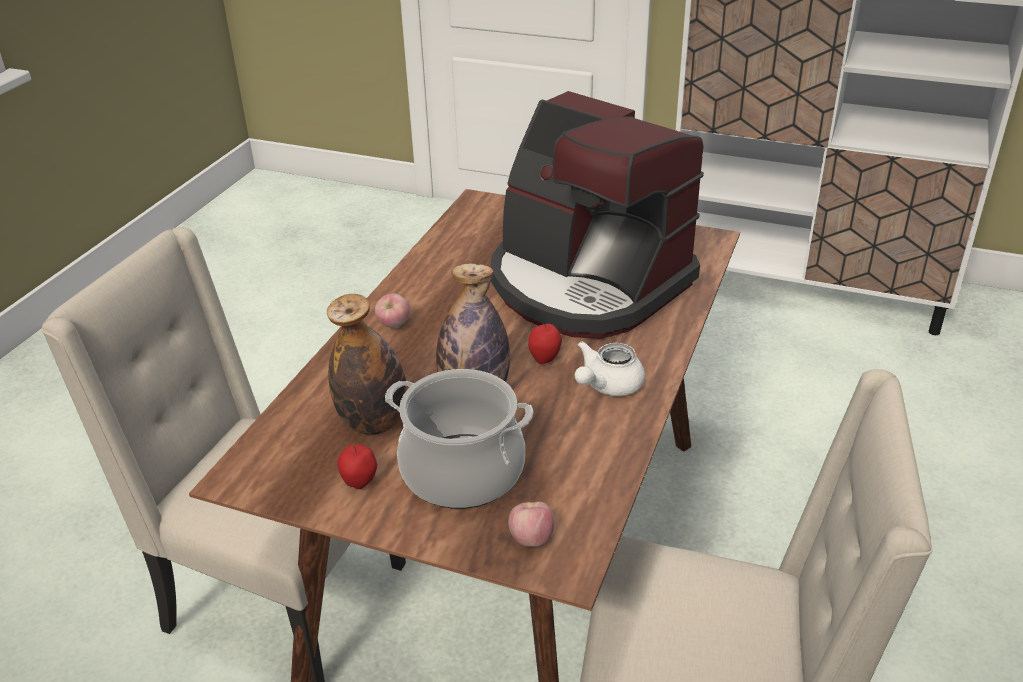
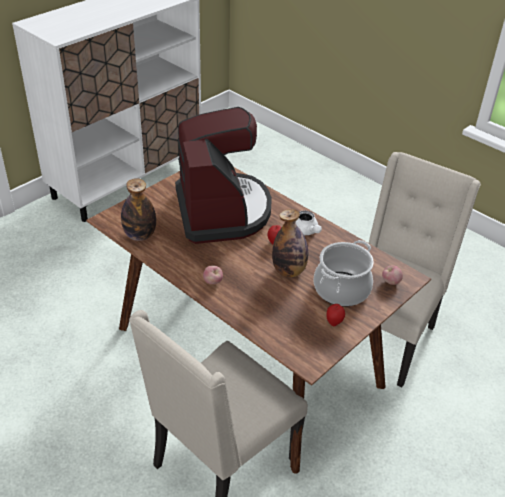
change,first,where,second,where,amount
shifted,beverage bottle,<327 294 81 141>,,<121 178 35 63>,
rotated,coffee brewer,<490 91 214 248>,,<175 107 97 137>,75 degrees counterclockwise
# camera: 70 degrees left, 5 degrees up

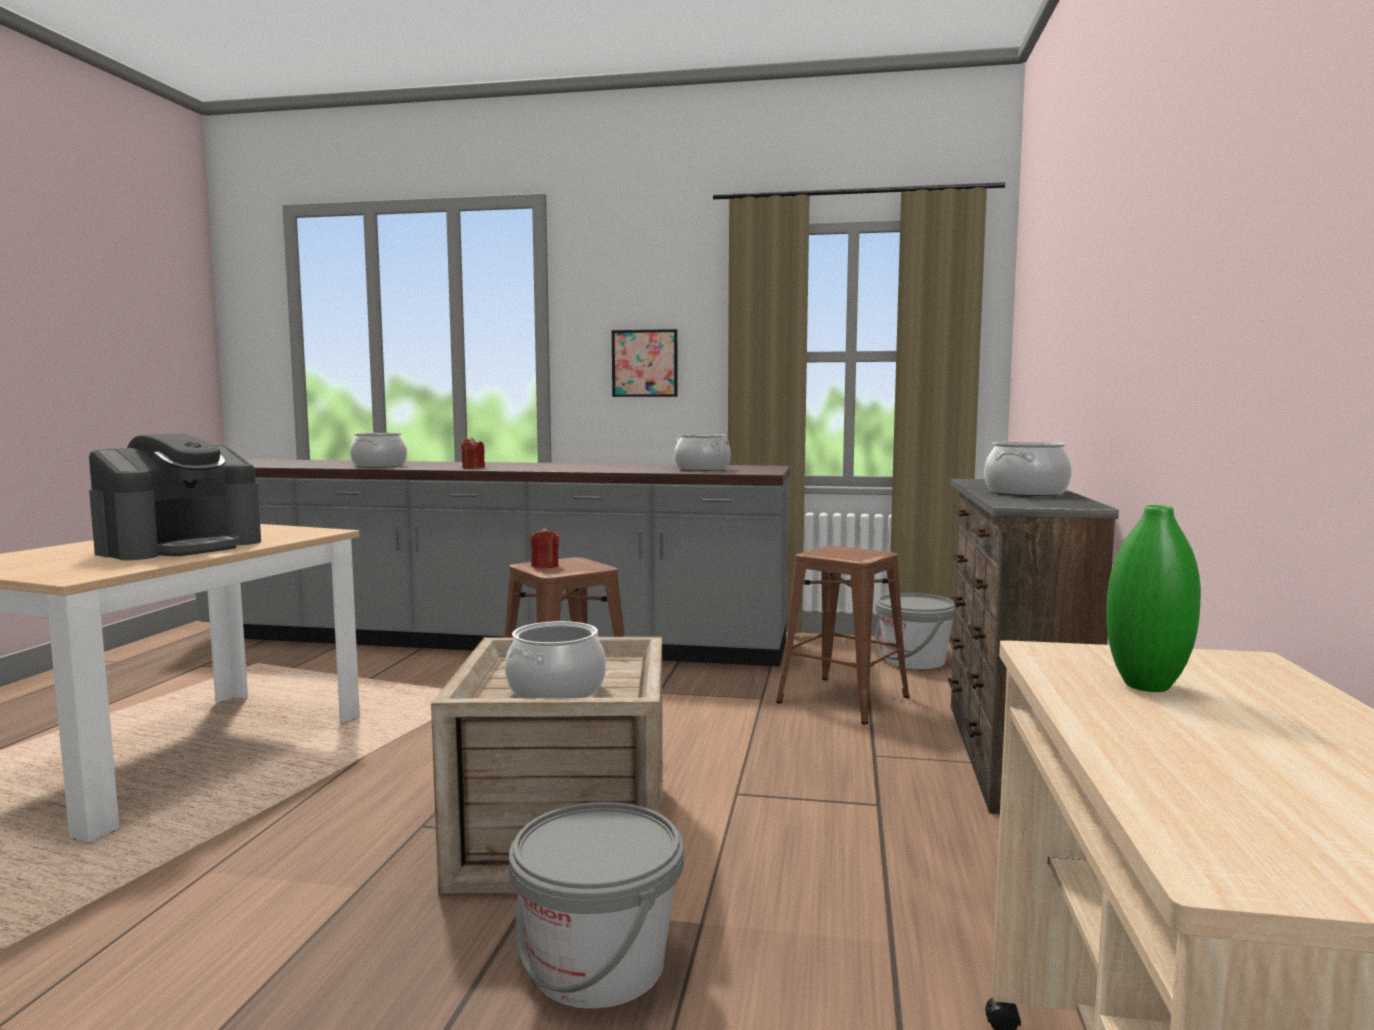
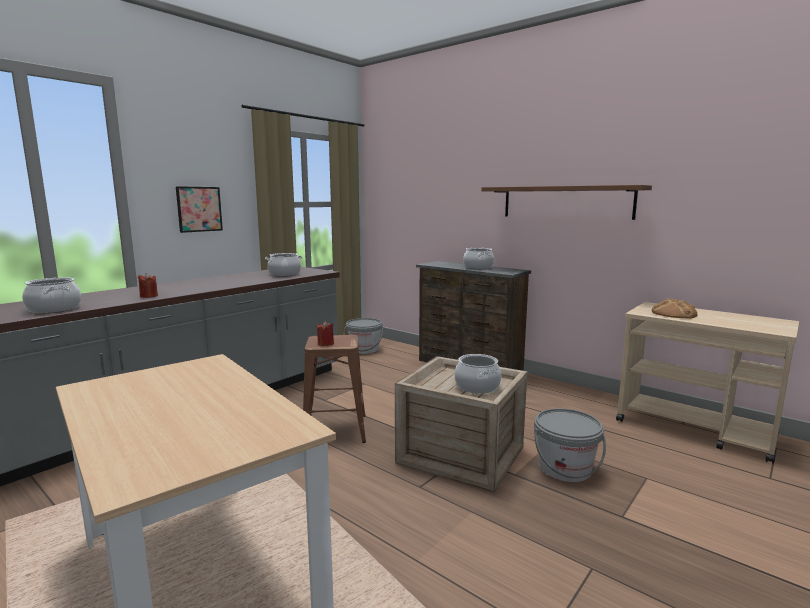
change,first,where,second,where,amount
new,,,brown shelf,<481 185 171 35>,
swapped,green vase,<1106 505 95 187>,baked bread,<651 298 47 21>,
gone,coffee brewer,<89 433 172 127>,,,
gone,brown sitting stool,<776 546 133 178>,,,
# camera: 60 degrees left, 5 degrees up

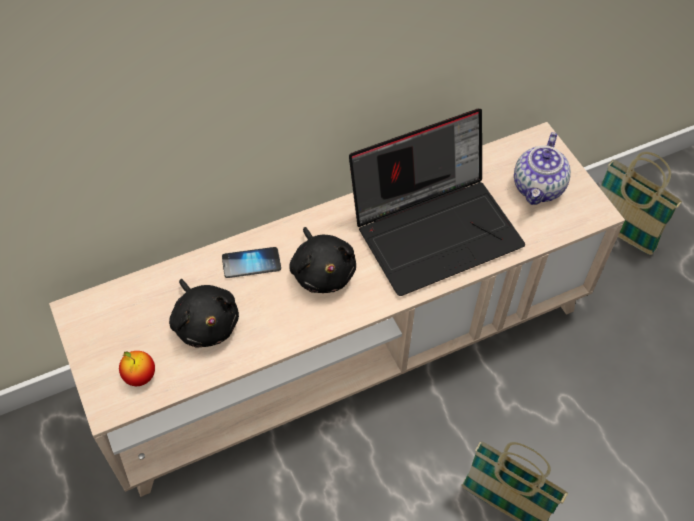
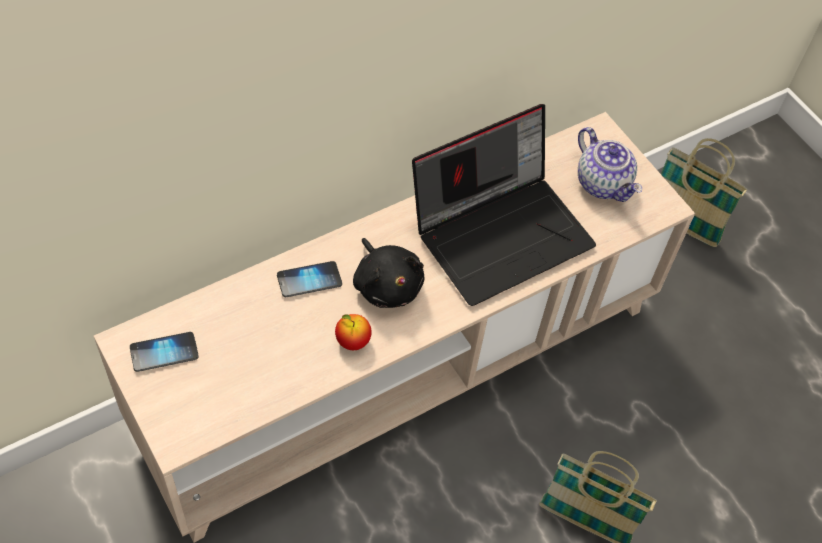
change,first,where,second,where,amount
new,,,telephone,<130 332 69 40>,
shifted,apple fruit,<119 351 36 35>,,<335 314 37 36>,
rotated,teapot,<514 132 57 73>,,<578 127 64 75>,45 degrees counterclockwise
gone,black cuddly toy,<169 279 70 69>,,,
# camera: 10 degrees left, 0 degrees up

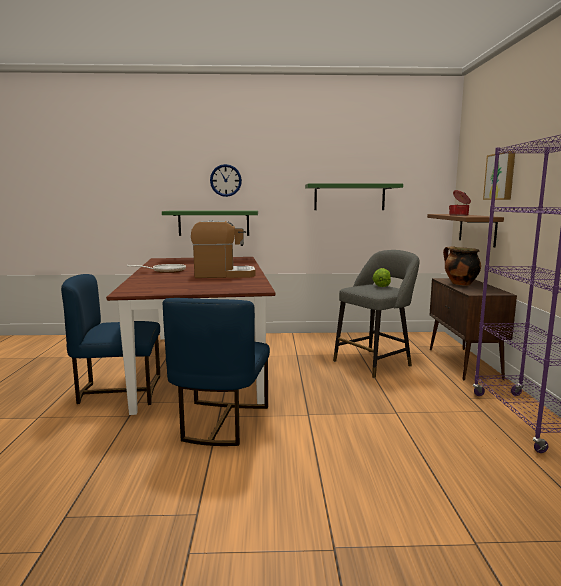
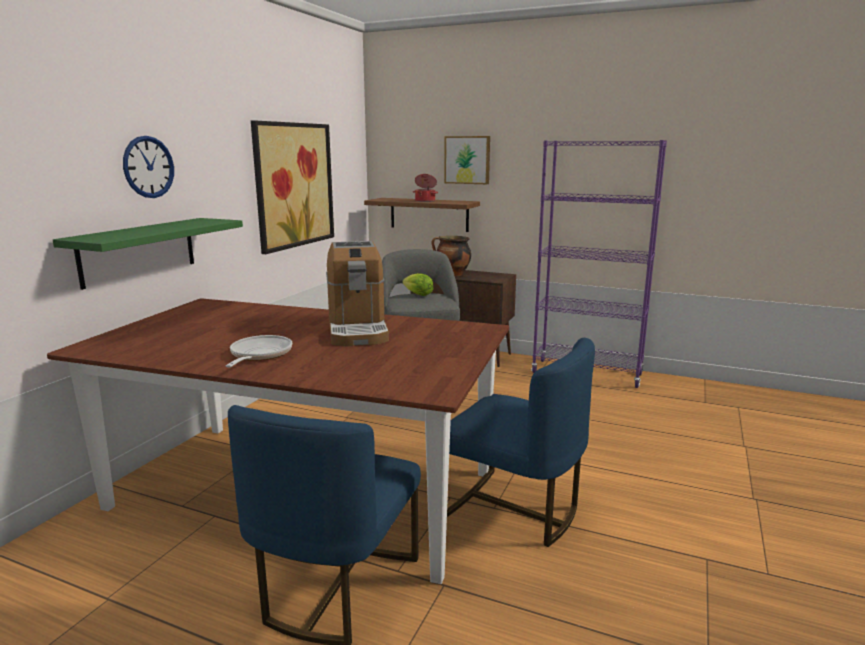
change,first,where,second,where,amount
swapped,green shelf,<305 184 98 26>,wall picture,<251 120 83 134>,
rotated,coffee brewer,<191 220 64 58>,,<326 241 63 106>,150 degrees clockwise
# camera: 65 degrees left, 5 degrees up

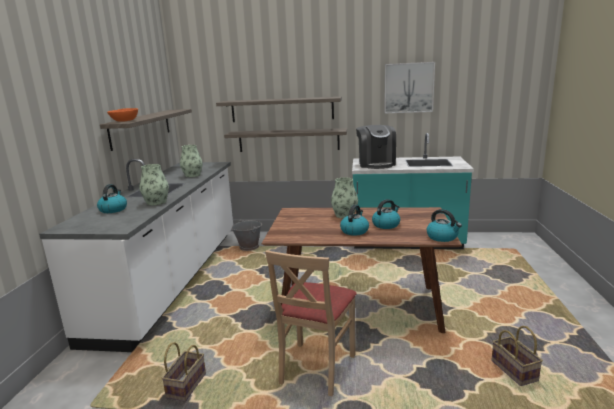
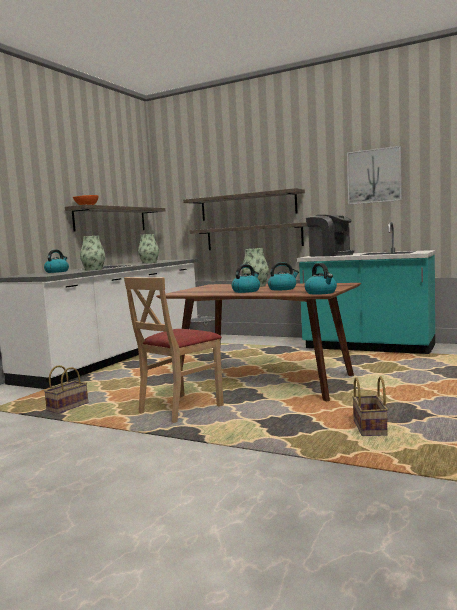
change,first,where,second,where,amount
rotated,coffee brewer,<356 125 40 44>,,<306 214 48 43>,60 degrees counterclockwise
# camera: 20 degrees right, 10 degrees down

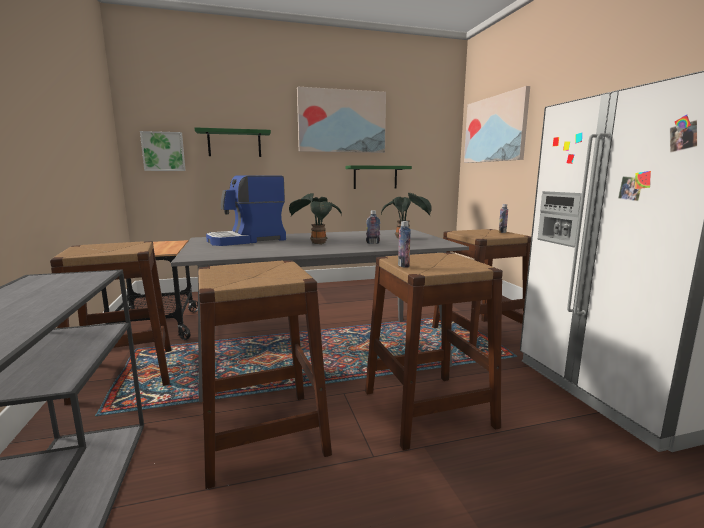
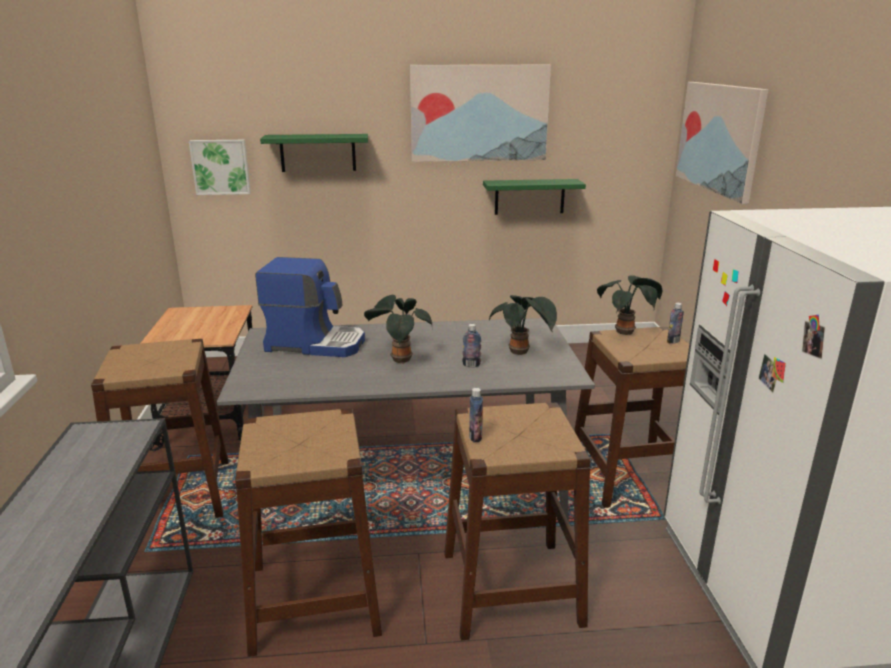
change,first,where,second,where,amount
rotated,coffee brewer,<206 175 80 71>,,<255 257 110 100>,150 degrees counterclockwise
new,,,houseplant,<597 275 66 60>,
# camera: 10 degrees right, 10 degrees up

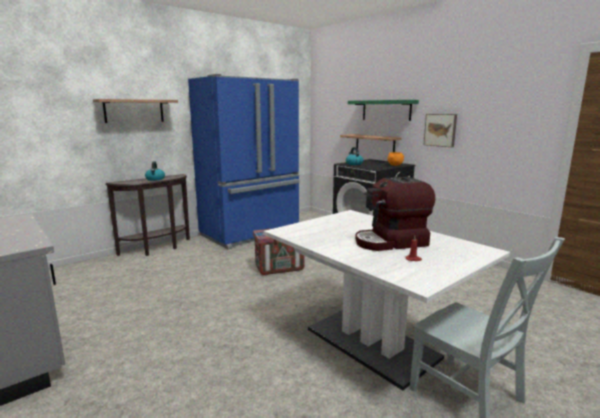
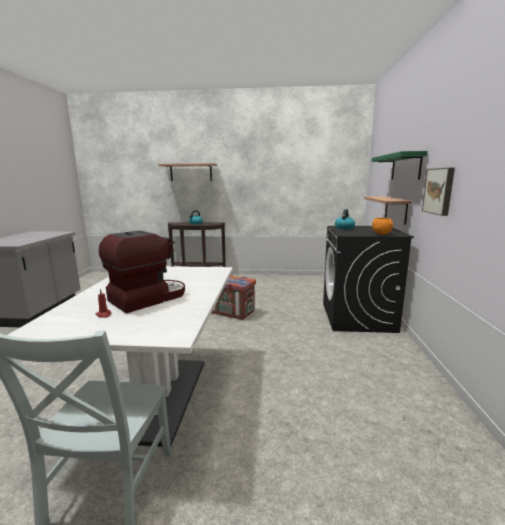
change,first,where,second,where,amount
rotated,coffee brewer,<355 177 80 74>,,<99 231 86 82>,105 degrees clockwise
gone,blue-coloured refrigerator,<188 74 111 175>,,,
# camera: 45 degrees right, 0 degrees up

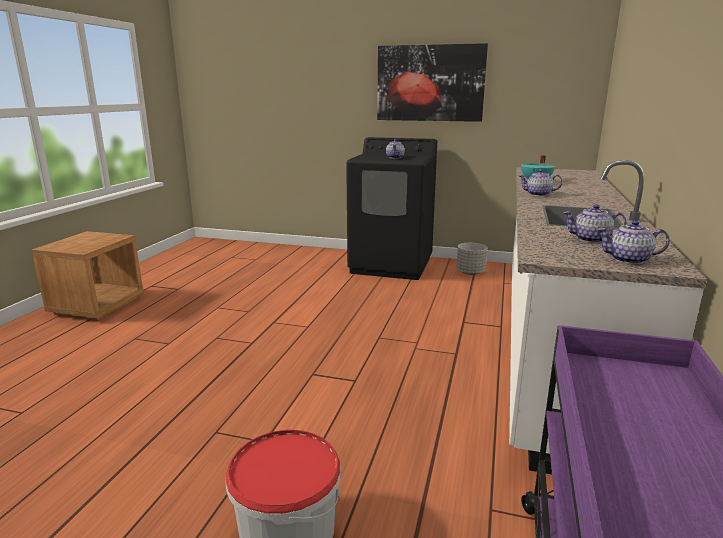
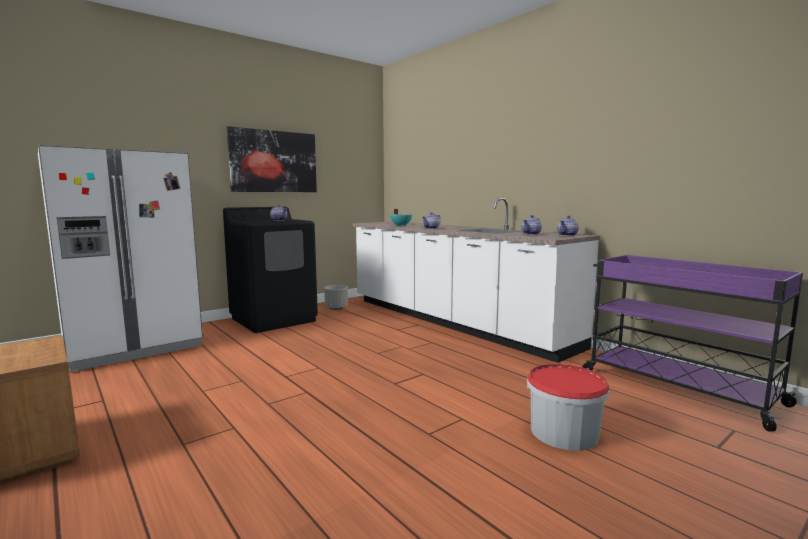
change,first,where,second,where,amount
new,,,whitish refrigerator,<38 145 165 227>,
# camera: 55 degrees left, 10 degrees down

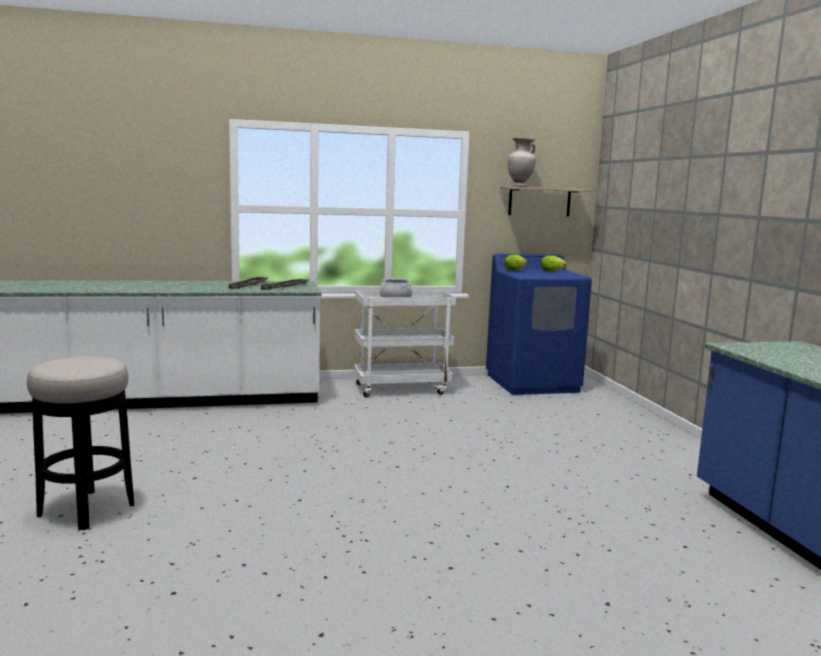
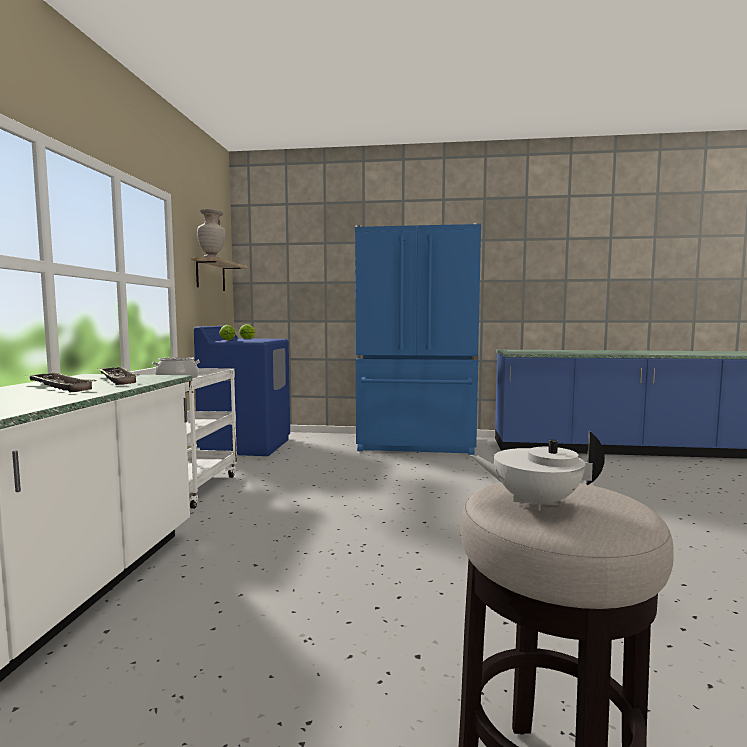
change,first,where,second,where,amount
new,,,blue-coloured refrigerator,<355 222 126 233>,
new,,,whitish teapot,<469 431 136 80>,
# camera: 70 degrees left, 5 degrees down

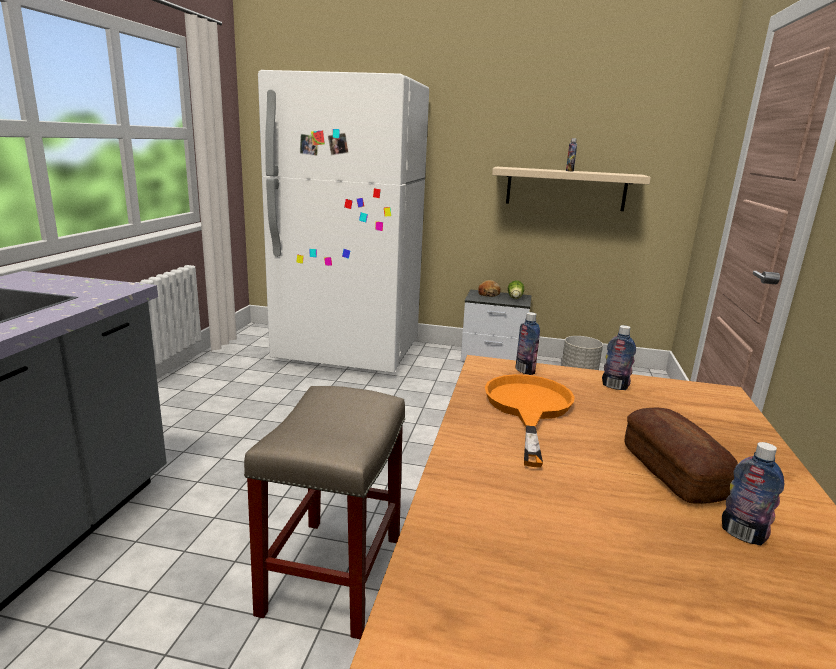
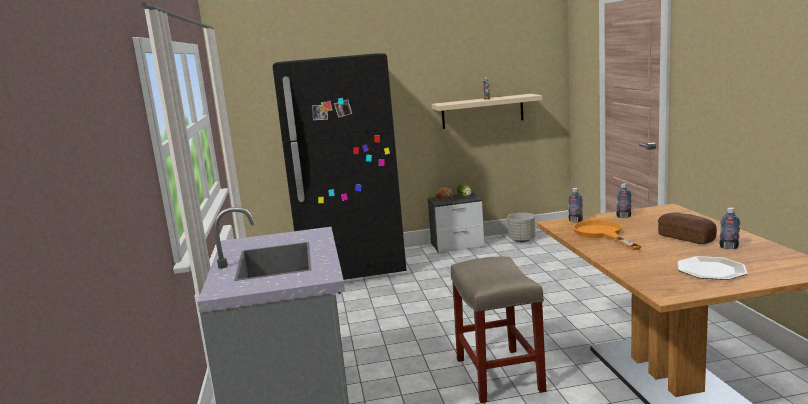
change,first,where,second,where,amount
repainted,whitish refrigerator,<258 70 171 303>,black refrigerator,<273 53 133 227>,
new,,,flat dish,<677 256 71 24>,
# camera: 20 degrees left, 5 degrees down

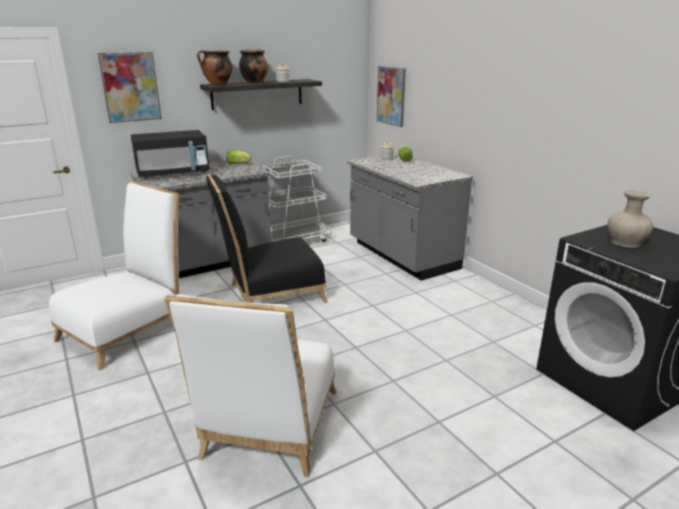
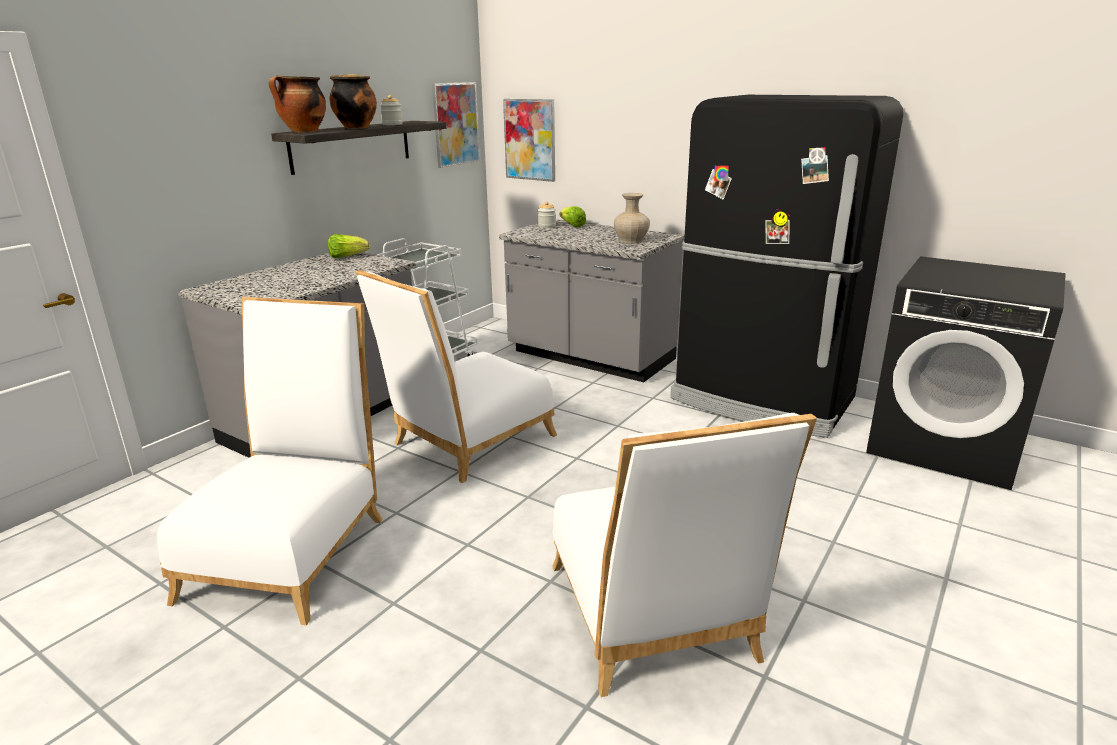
change,first,where,second,where,amount
repainted,black chair,<206 173 122 130>,whitish chair,<356 270 201 213>,
shifted,wall picture,<98 52 64 71>,,<432 82 48 86>,
shifted,beige-coloured vase,<608 190 46 58>,,<614 193 36 51>,
new,,,black refrigerator,<670 95 233 343>,
gone,black kitchen microwave,<131 130 78 48>,,,
# camera: 25 degrees left, 0 degrees up

